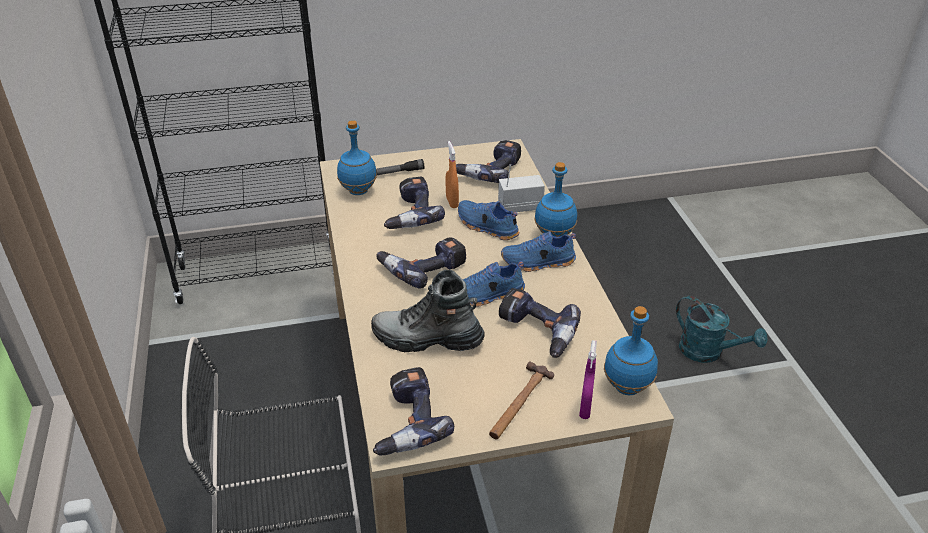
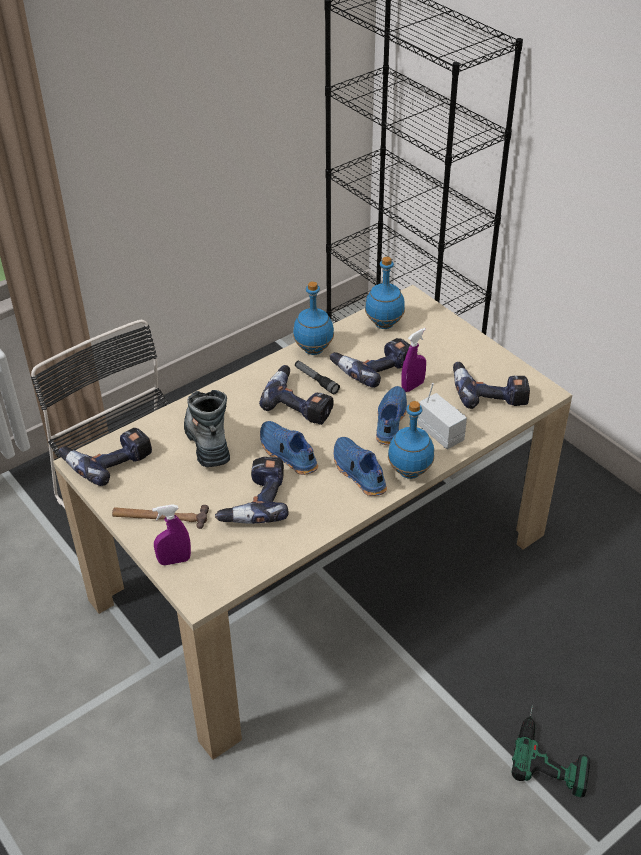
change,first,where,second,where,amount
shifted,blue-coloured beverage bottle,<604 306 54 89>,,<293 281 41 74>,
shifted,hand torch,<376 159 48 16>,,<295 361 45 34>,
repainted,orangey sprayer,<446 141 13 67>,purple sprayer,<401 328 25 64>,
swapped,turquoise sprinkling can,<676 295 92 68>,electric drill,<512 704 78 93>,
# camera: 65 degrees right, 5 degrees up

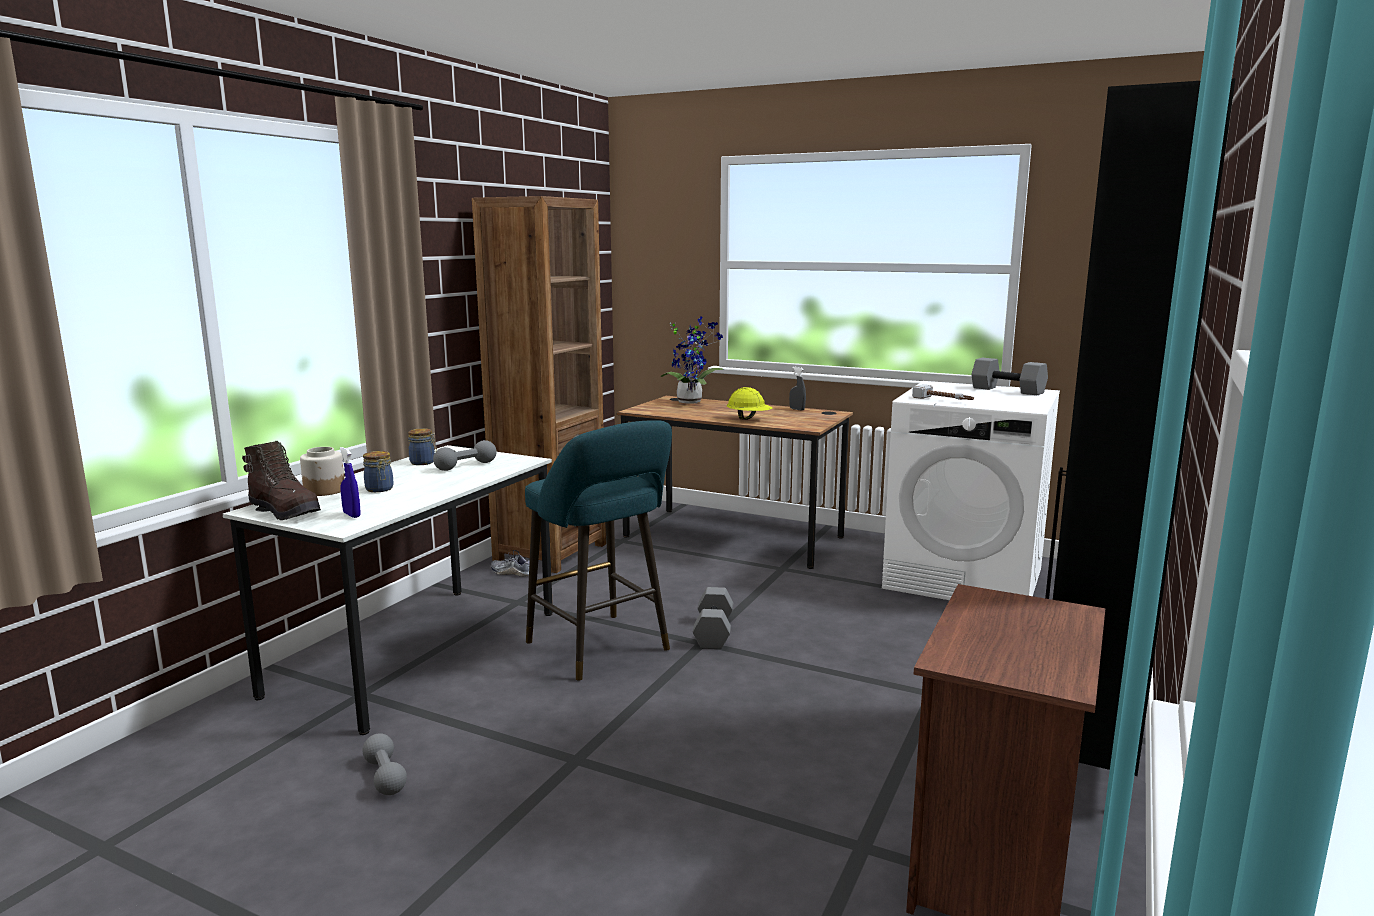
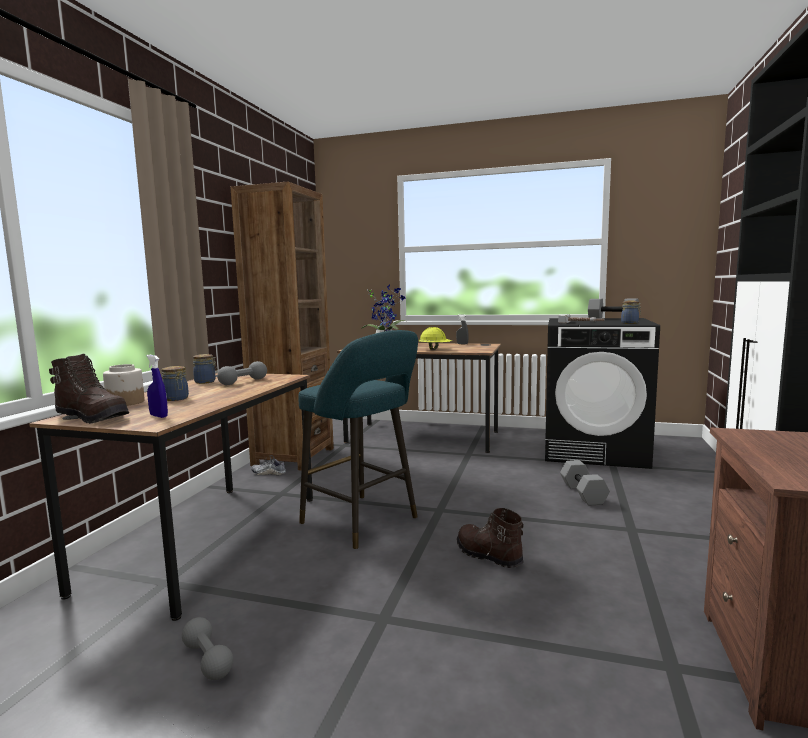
change,first,where,second,where,amount
repainted,whitish desk,<223 445 330 290>,brown desk,<29 373 284 248>,
new,,,brown boot,<457 508 67 60>,
repainted,whitish washing machine,<882 381 178 219>,black washing machine,<545 318 115 151>,
shifted,greyish dumbbell,<693 587 40 62>,,<560 460 50 45>,
new,,,preserve jar,<621 301 20 23>,
# camera: 10 degrees left, 5 degrees down

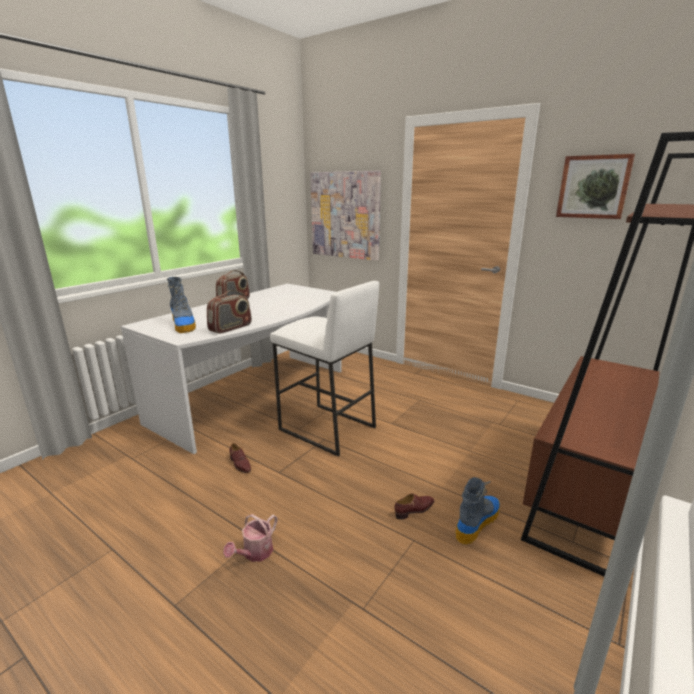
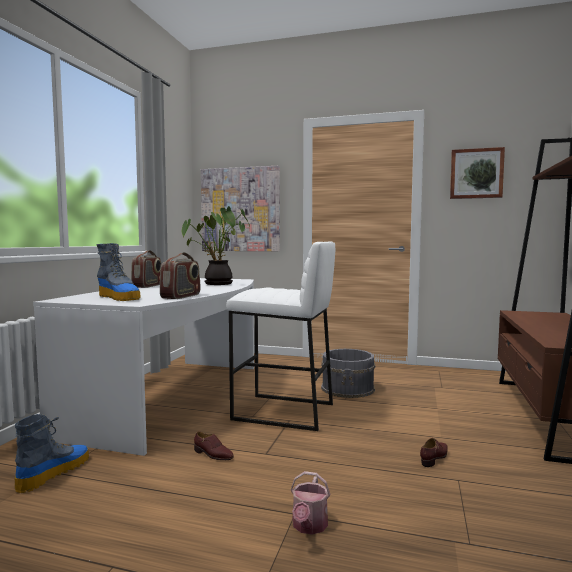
change,first,where,second,where,amount
shifted,boot,<455 477 45 68>,,<14 414 75 79>,
new,,,houseplant,<182 206 68 79>,
new,,,greyish bucket,<321 349 54 49>,
# camera: 20 degrees left, 15 degrees down

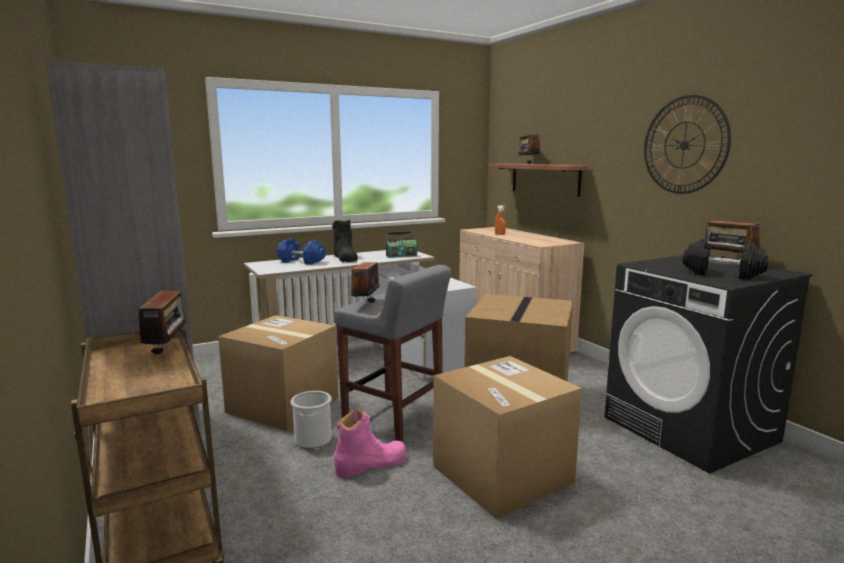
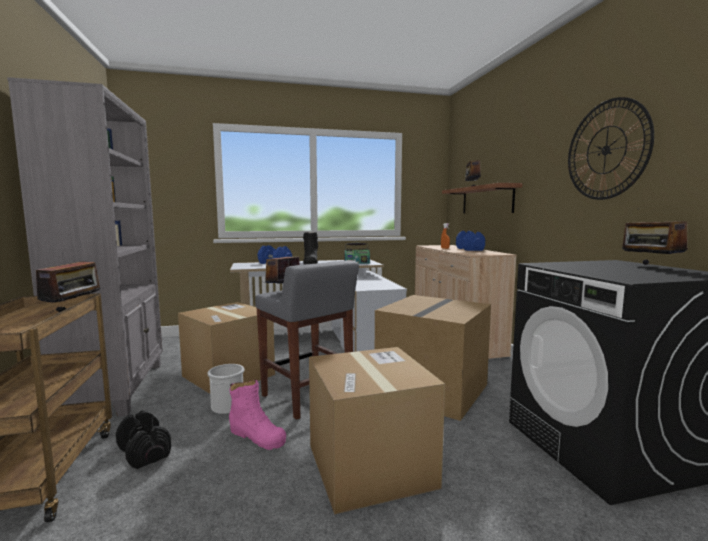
change,first,where,second,where,amount
shifted,black dumbbell,<683 239 86 41>,,<116 410 55 59>,
rotated,pink-coloured boot,<334 409 72 69>,,<229 379 57 71>,45 degrees clockwise
new,,,blue-coloured dumbbell,<456 231 29 20>,
# camera: 15 degrees right, 5 degrees down

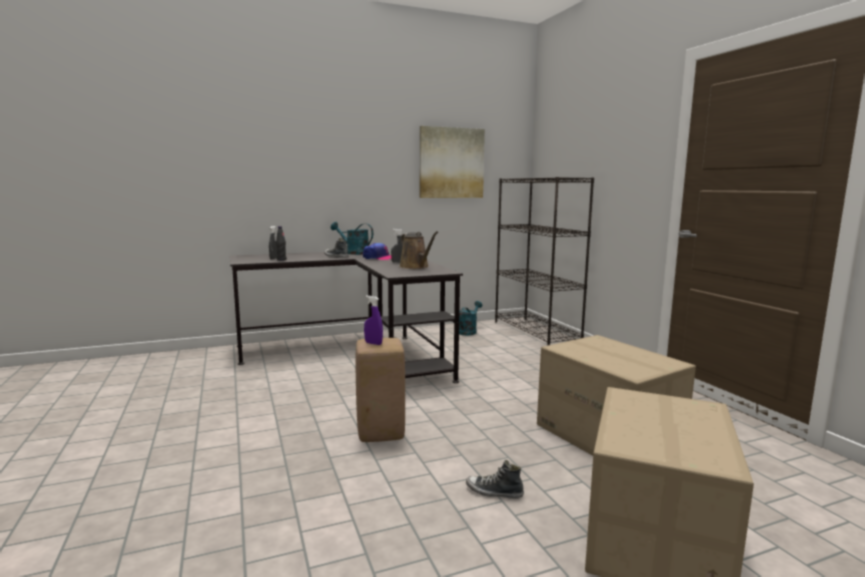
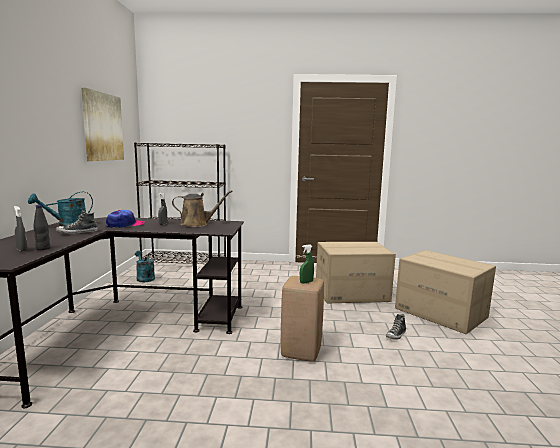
change,first,where,second,where,amount
repainted,purple sprayer,<364 295 19 50>,green sprayer,<300 244 14 40>,
# camera: 65 degrees left, 0 degrees up

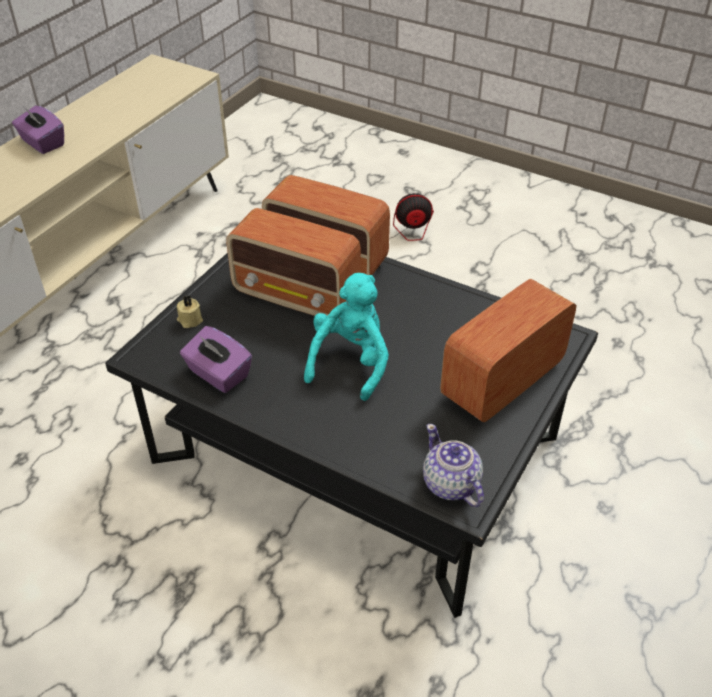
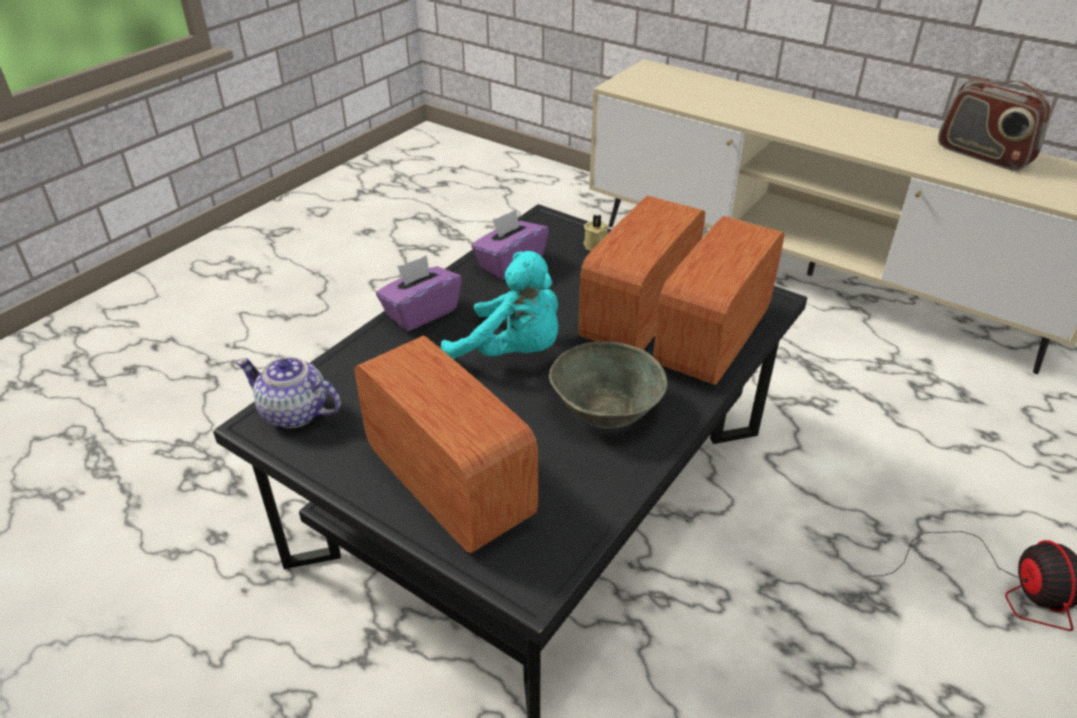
change,first,where,second,where,amount
rotated,teapot,<423 424 61 83>,,<236 357 105 71>,135 degrees counterclockwise
shifted,purple tissue box,<12 106 52 48>,,<376 255 86 76>,
new,,,greyish serving bowl,<549 341 118 88>,
new,,,radio receiver,<938 79 112 92>,
# camera: 95 degrees right, 5 degrees down

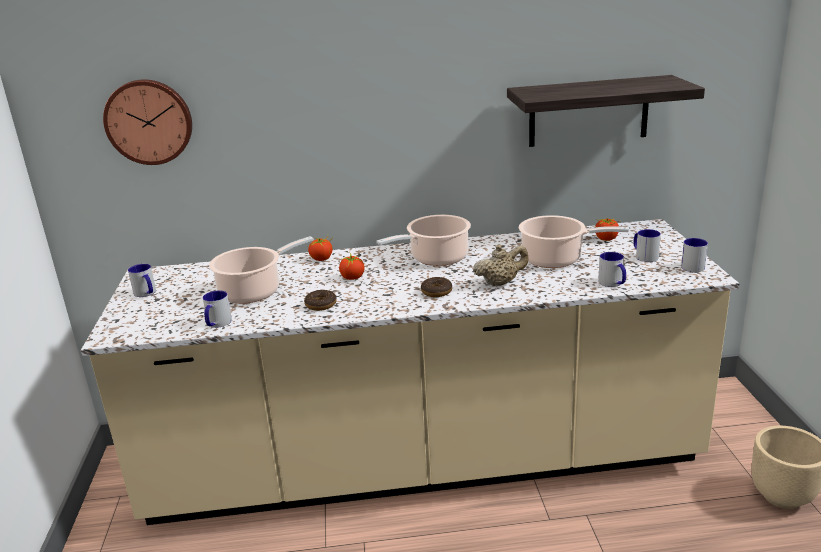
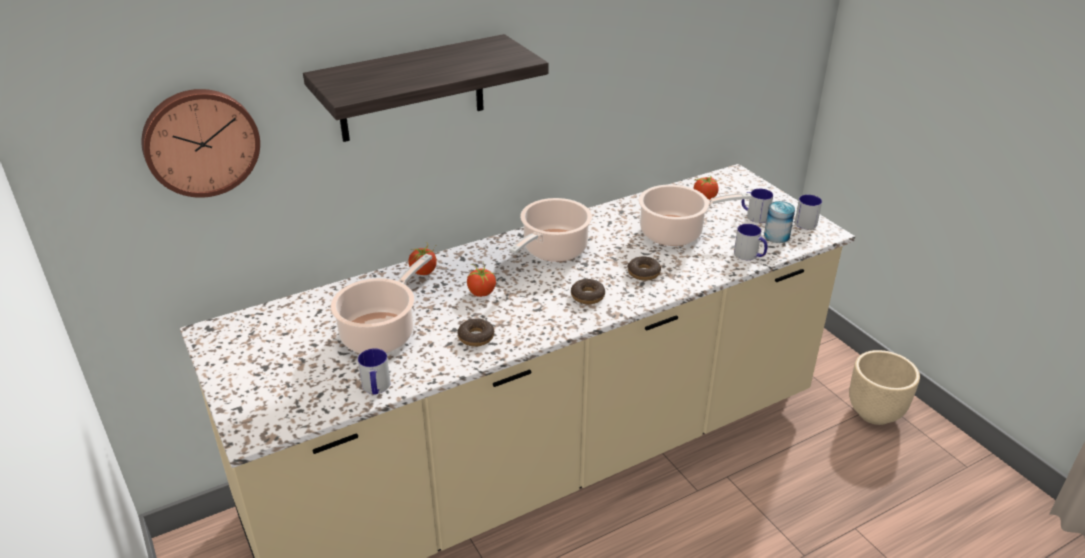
change,first,where,second,where,amount
shifted,shelf,<507 75 198 72>,,<303 34 245 108>,
swapped,beige-coloured teapot,<473 244 56 42>,donut,<628 256 33 25>,
new,,,sealed can,<764 201 31 42>,
gone,coffee mug,<128 264 28 33>,,,
# camera: 25 degrees left, 10 degrees up

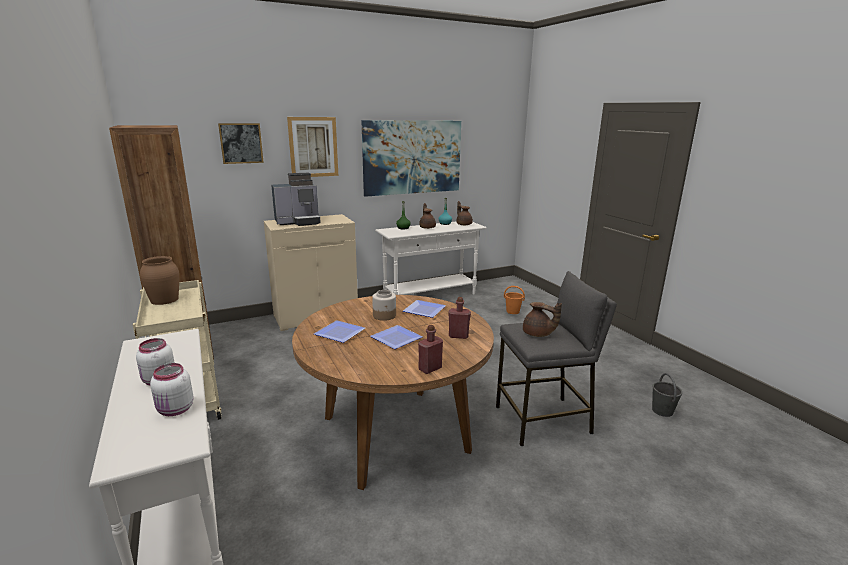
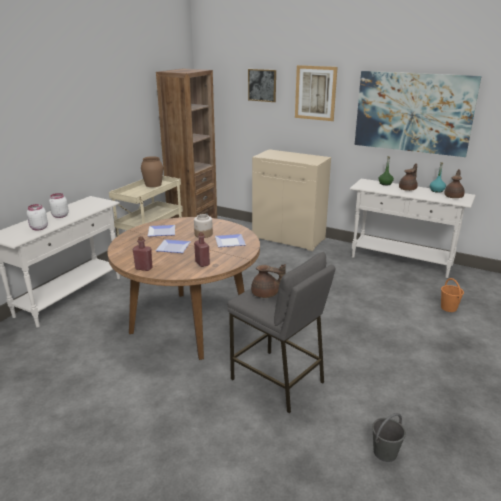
change,first,where,second,where,amount
rotated,brown teapot,<523 302 39 35>,,<251 264 35 34>,75 degrees counterclockwise
gone,coffee brewer,<271 173 50 53>,,,
# camera: 55 degrees right, 5 degrees up

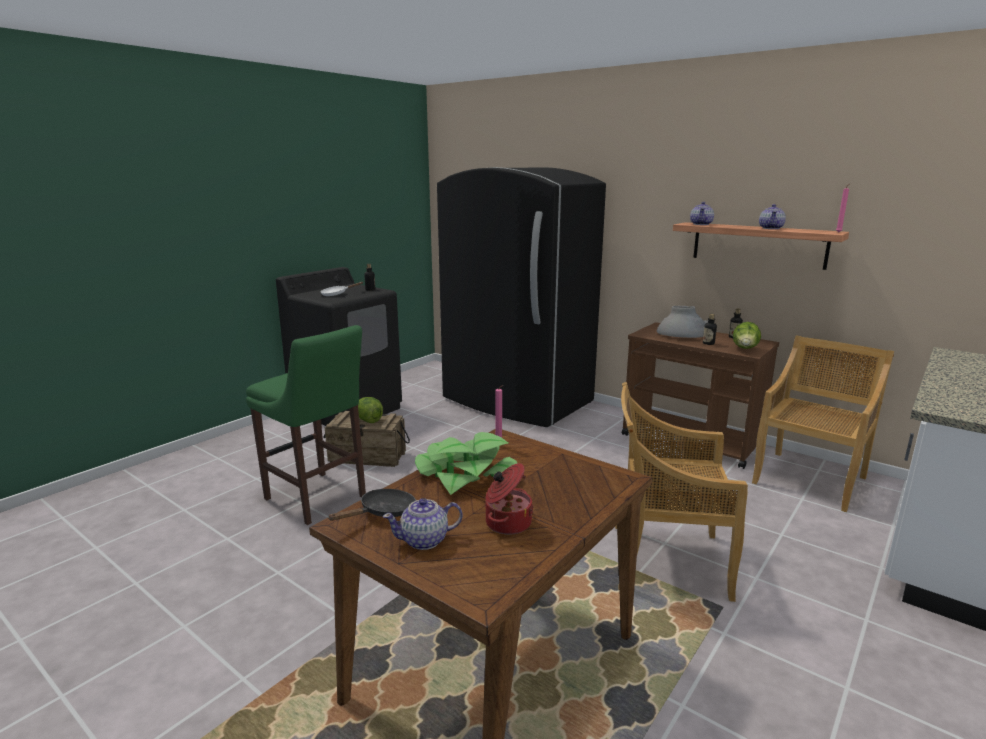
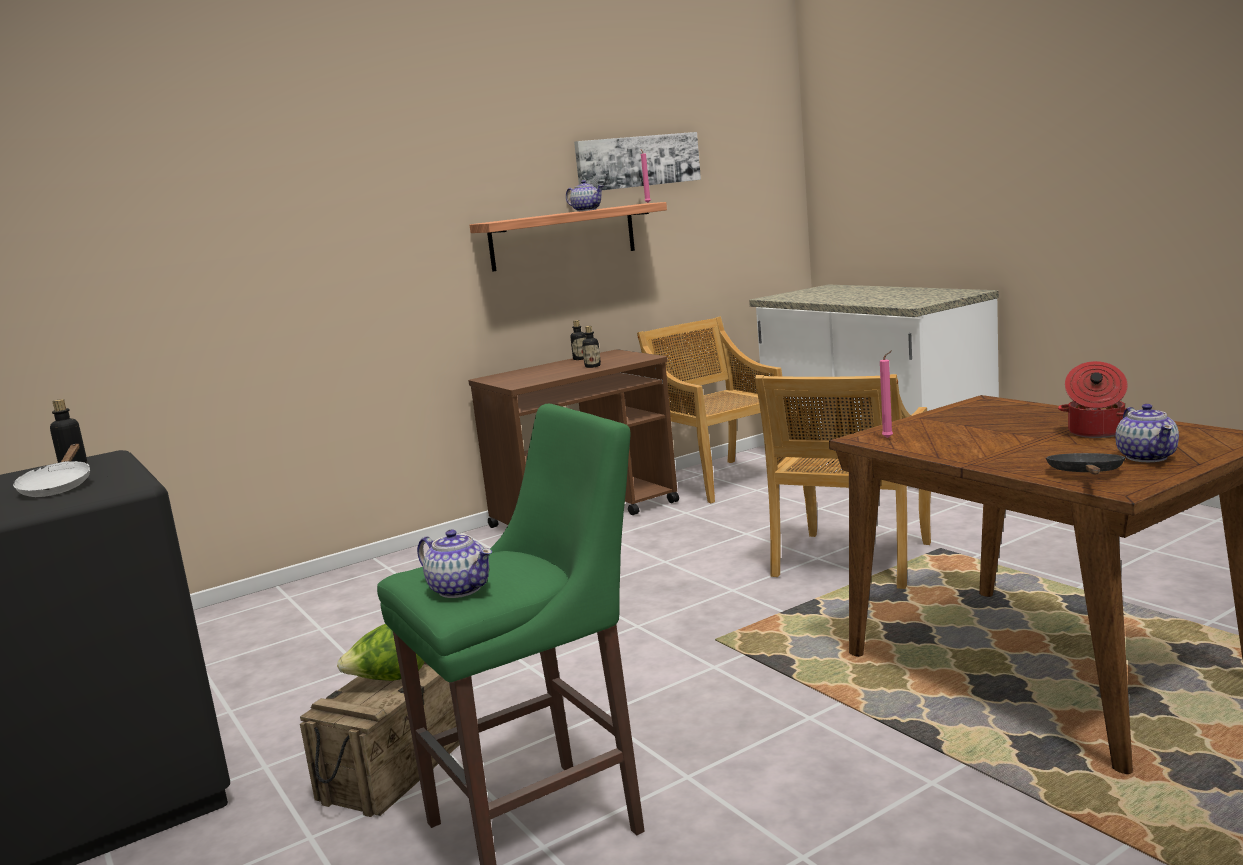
change,first,where,second,where,amount
shifted,teapot,<690 202 24 23>,,<417 529 75 69>,
new,,,wall picture,<574 132 127 58>,
rotated,black skillet,<329 489 87 32>,,<1046 453 80 21>,45 degrees clockwise
gone,houseplant,<415 432 102 63>,,,
gone,black refrigerator,<437 167 169 260>,,,
gone,greyish vase,<657 306 51 32>,,,
gone,lettuce,<733 322 28 27>,,,
# camera: 70 degrees left, 5 degrees down

